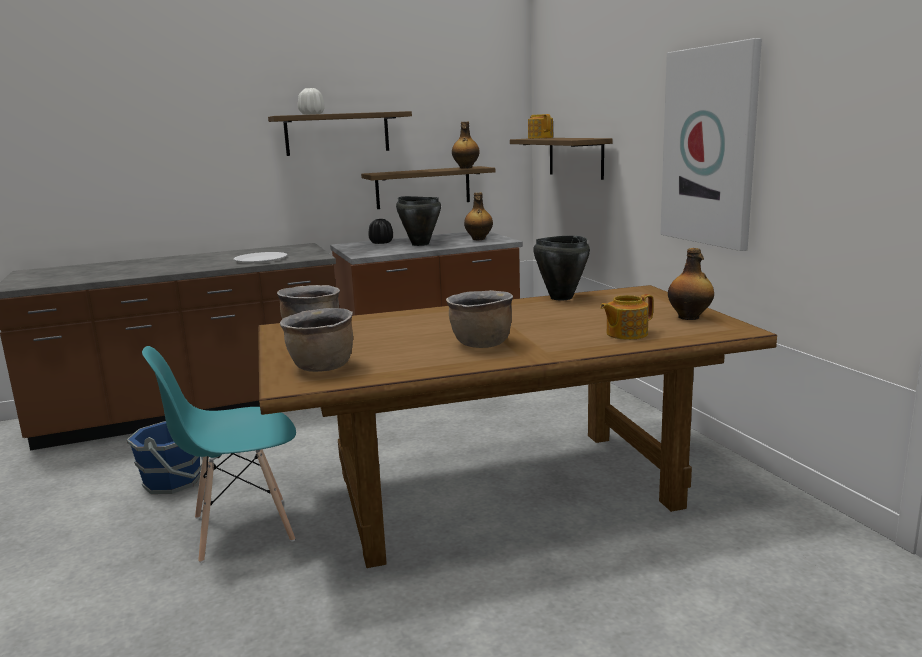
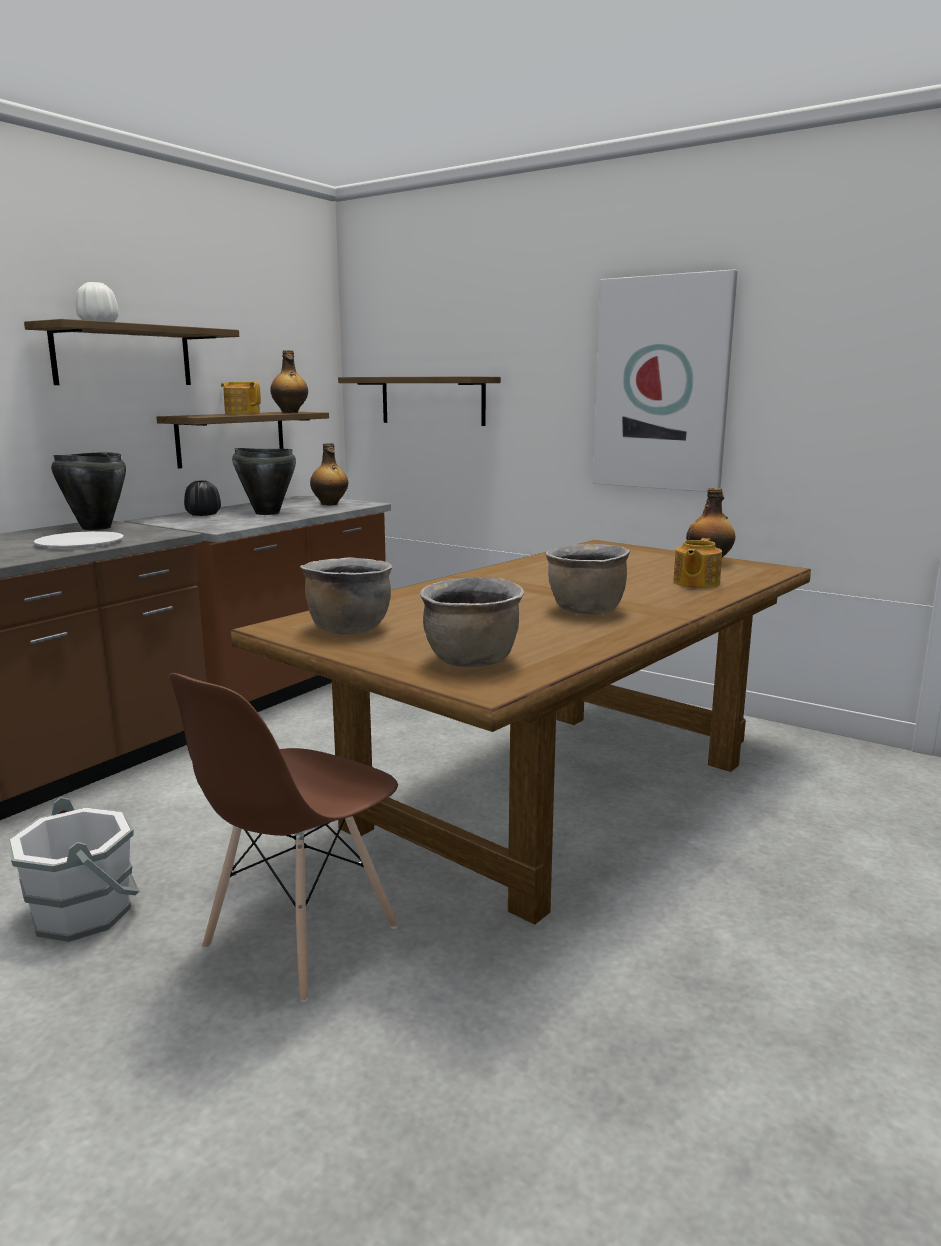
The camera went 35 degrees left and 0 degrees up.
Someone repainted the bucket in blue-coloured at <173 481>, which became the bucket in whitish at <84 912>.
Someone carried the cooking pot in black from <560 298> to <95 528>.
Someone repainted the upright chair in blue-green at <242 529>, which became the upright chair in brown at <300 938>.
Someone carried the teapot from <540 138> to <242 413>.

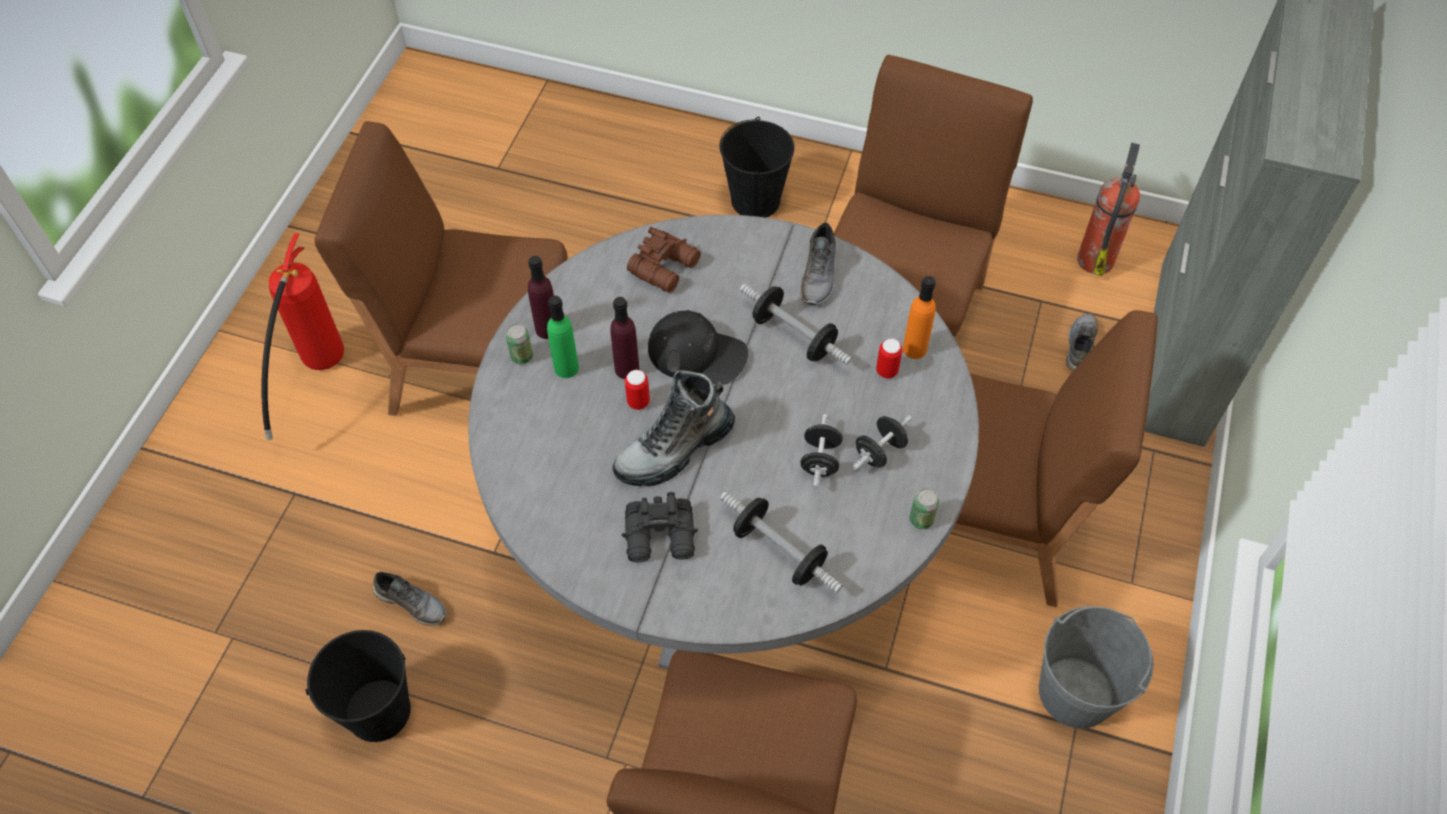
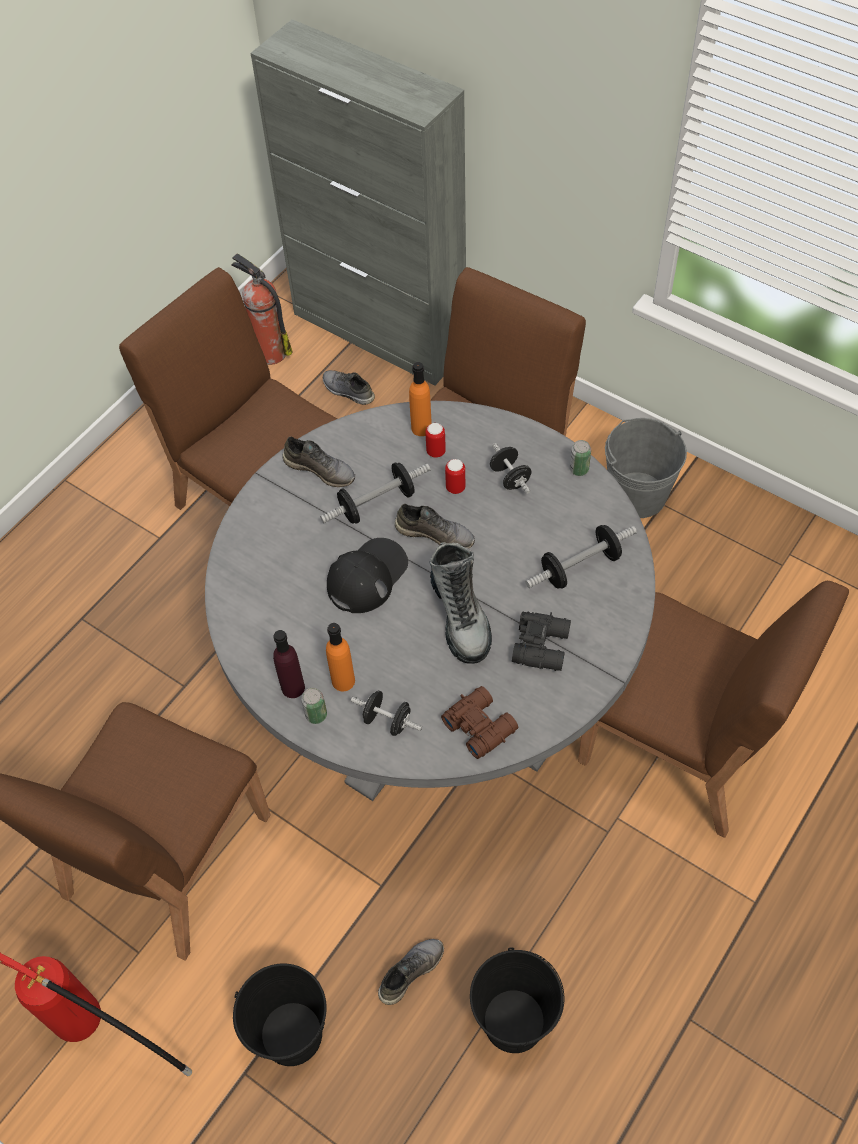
The camera went 70 degrees left and 0 degrees up.
Someone carried the bucket in black from <756 200> to <292 1033>.
Someone repainted the beverage bottle in greenish at <566 368>, which became the beverage bottle in orangey at <343 681>.
Someone carried the free weight in black from <820 460> to <387 721>.
Someone put down the shoe in gray at <435 534>.
Someone carried the field glasses in brown from <666 267> to <480 725>.
Someone carried the metal can from <638 402> to <455 488>.
Someone took away the beverage bottle in purplish at <627 369>.

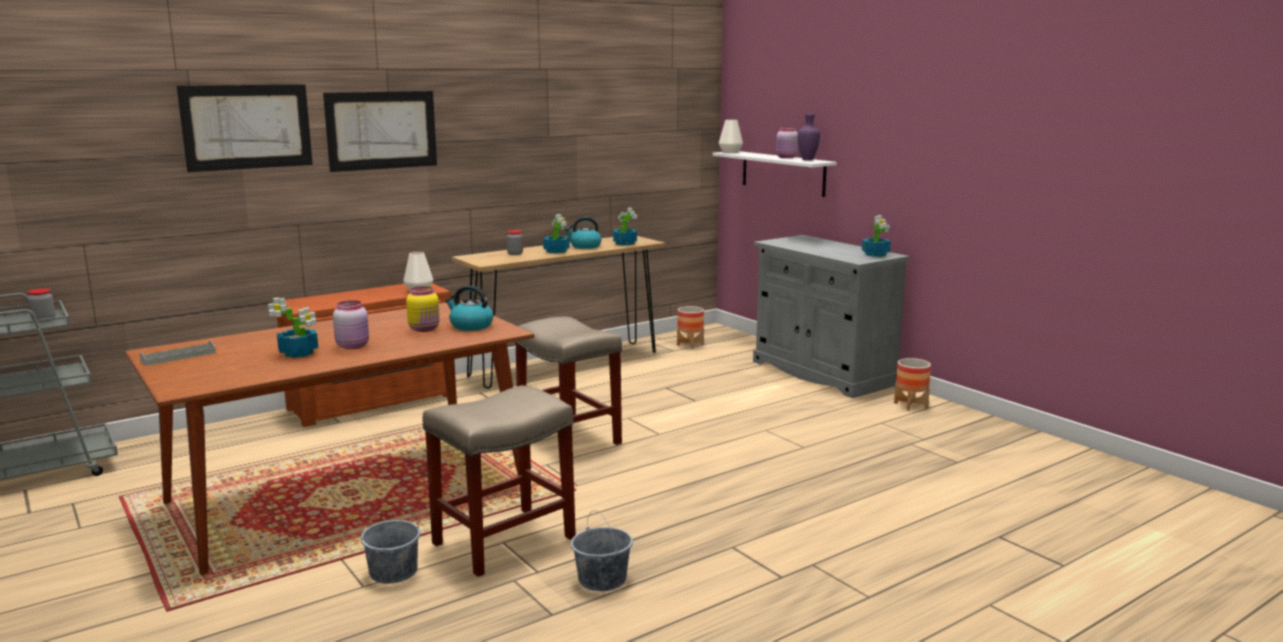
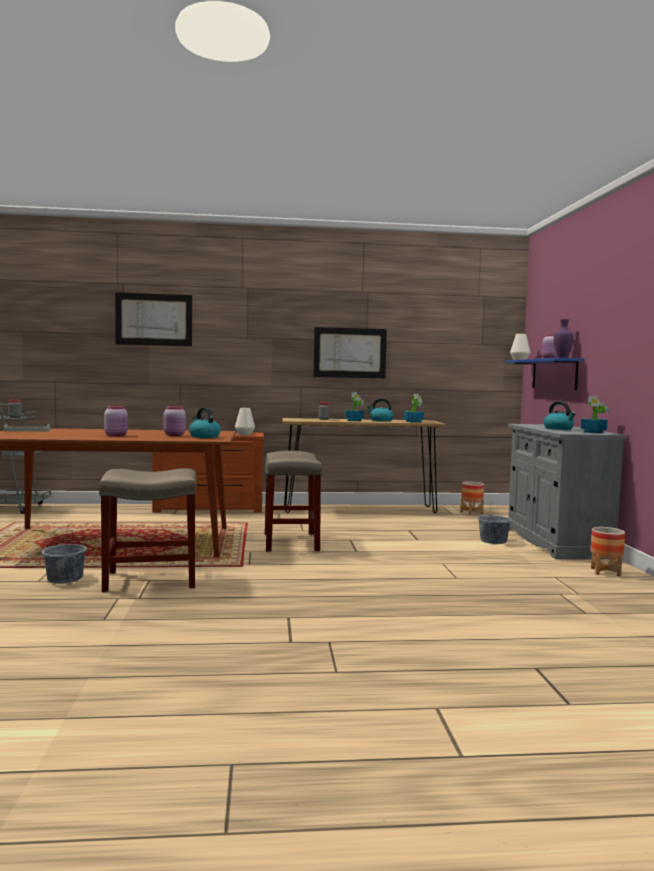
The camera went 30 degrees right and 10 degrees down.
Someone repainted the storage jar in yellow at <425 329>, which became the storage jar in pink at <175 435>.
Someone carried the picture from <382 130> to <350 353>.
Someone carried the bucket in gray from <602 579> to <493 541>.
Someone repainted the bracket shelf in whitish at <783 173>, which became the bracket shelf in blue-coloured at <554 374>.
Someone put down the tea kettle at <559 429>.
Someone took away the houseplant at <299 353>.

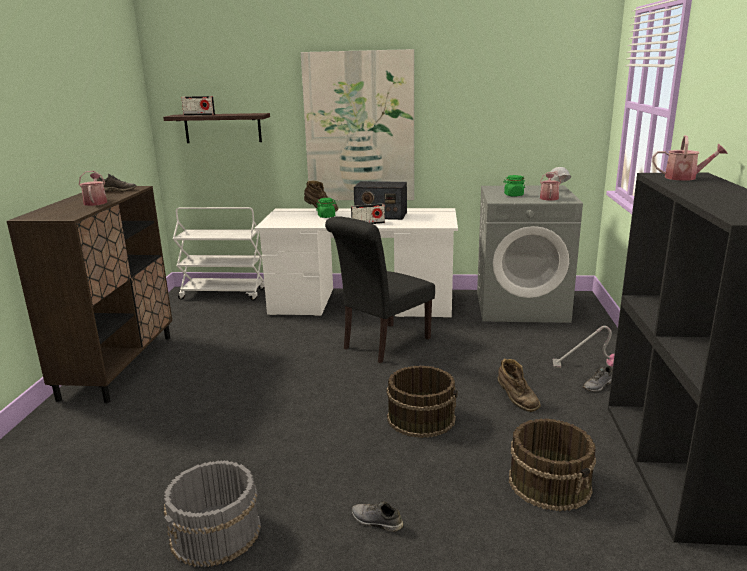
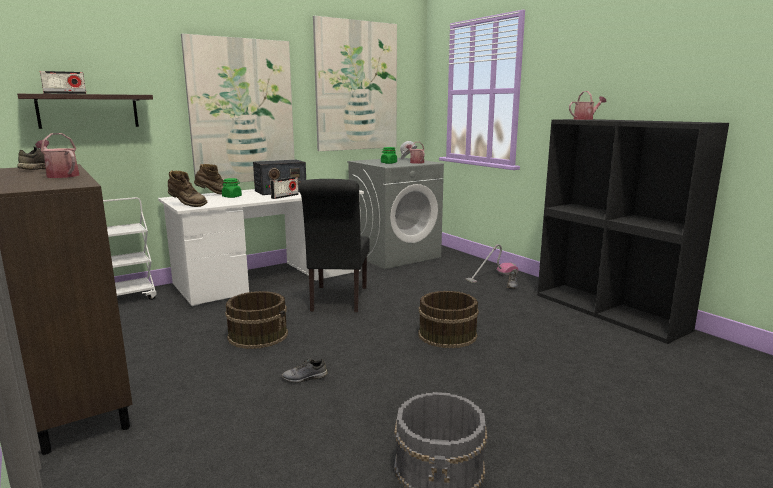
The camera went 40 degrees left and 5 degrees down.
Someone carried the high-top boot in brown from <516 401> to <187 205>.
Someone carried the bucket in brown from <550 483> to <258 335>.
Someone carried the shoe in gray from <376 522> to <304 378>.
Someone put up the picture at <356 86>.

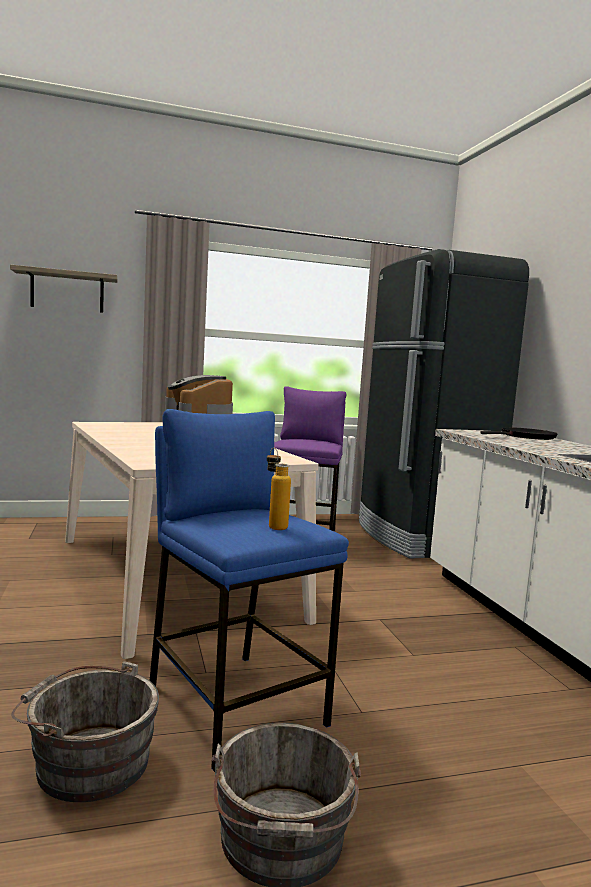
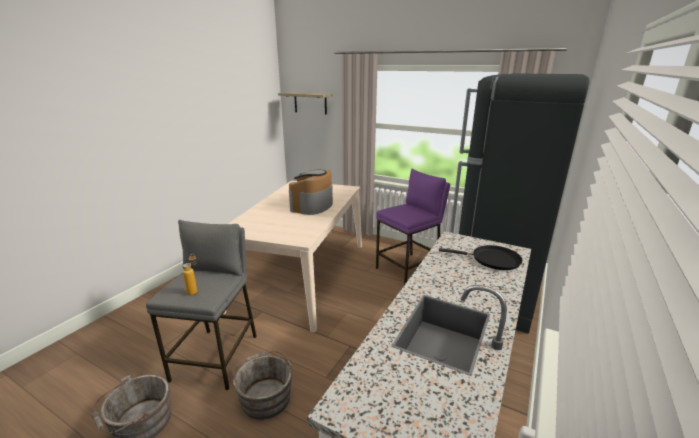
The camera went 45 degrees right and 15 degrees up.
Someone repainted the sitting stool in blue-coloured at <235 704>, which became the sitting stool in gray at <217 357>.
Someone carried the bucket in gray from <87 762> to <265 396>.

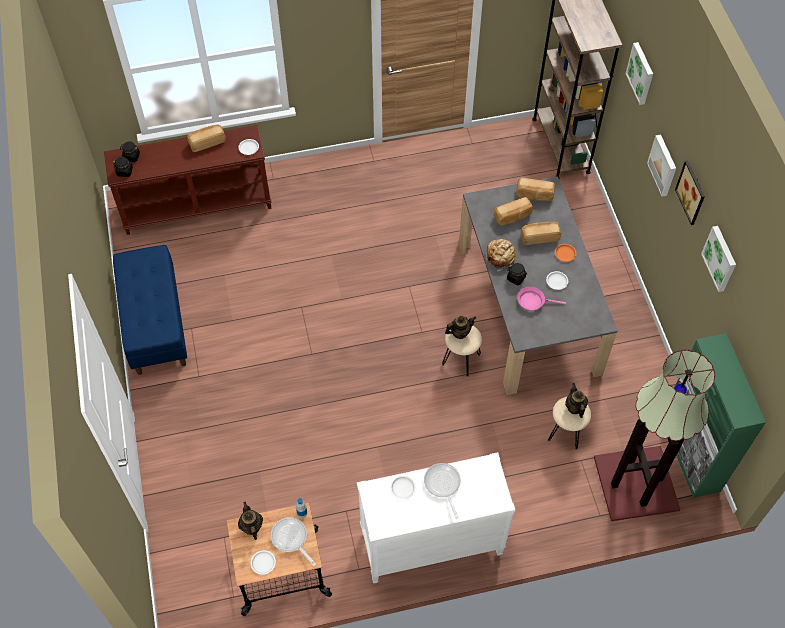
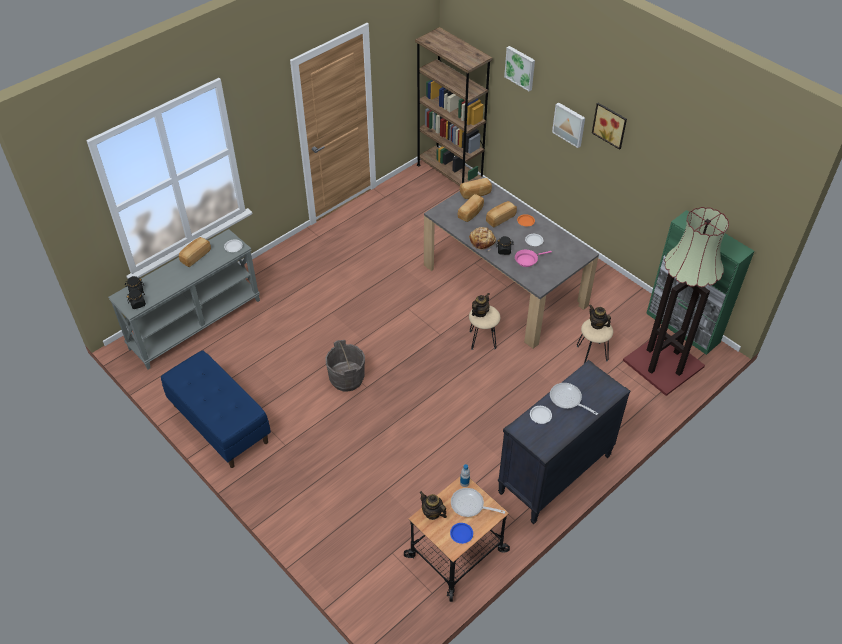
The camera went 30 degrees left and 10 degrees down.
Someone repainted the console table in brown at <197 205>, which became the console table in gray at <195 323>.
Someone put down the bucket in gray at <346 378>.
Someone repainted the flat dish in whitish at <263 563>, which became the flat dish in blue-coloured at <461 534>.
Someone repainted the chest of drawers in whitish at <430 544>, which became the chest of drawers in black at <554 475>.
Someone took away the picture at <720 258>.

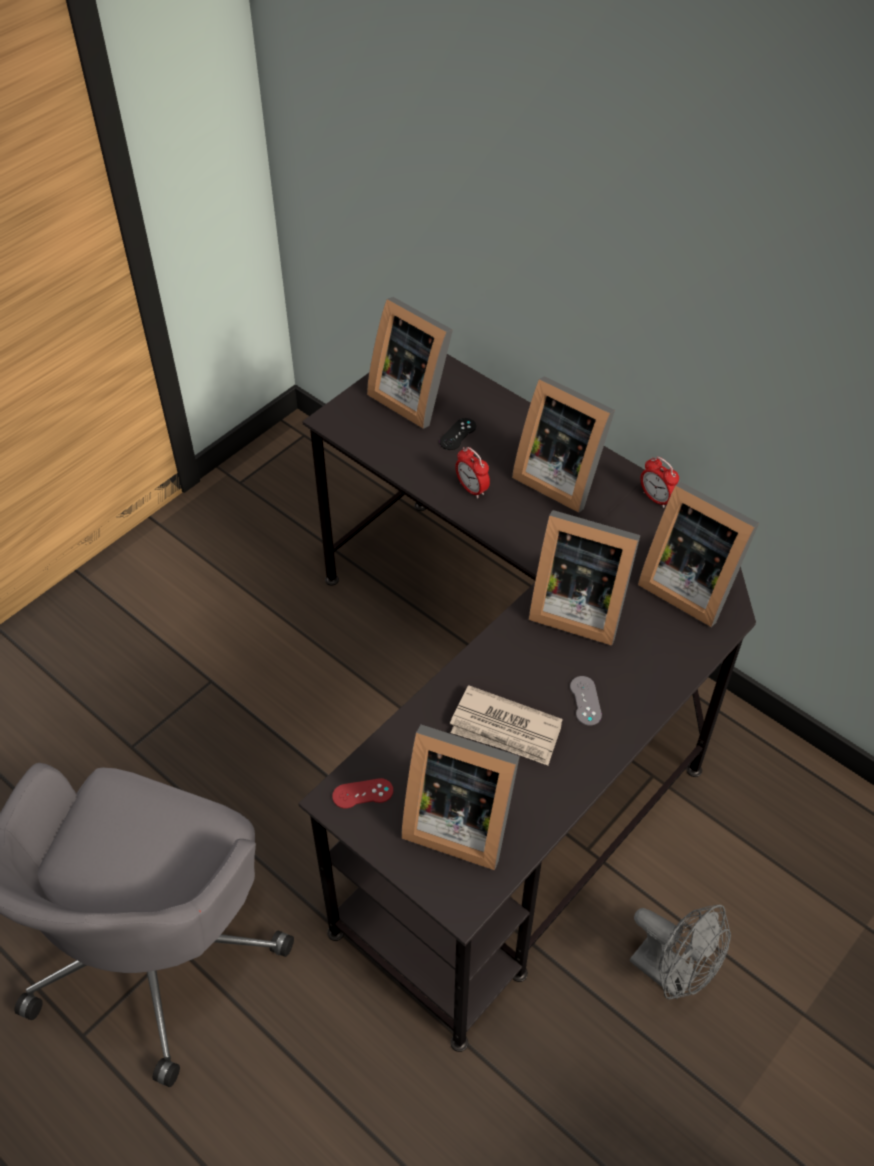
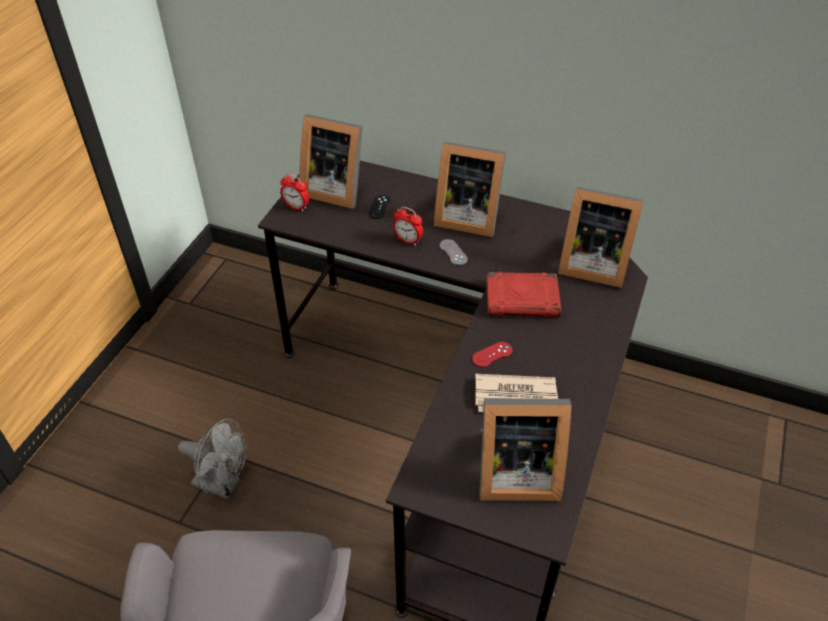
The camera went 20 degrees left and 5 degrees down.
Someone carried the electric fan in gray from <672 974> to <223 485>.
Someone carried the table clock from <656 498> to <296 207>.
Someone carried the gamepad in gray from <585 701> to <453 252>.
Someone carried the gamepad in red-coloured from <362 793> to <492 354>.
Someone swapped the standing frame at <577 606> for the book in red-coloured at <523 299>.

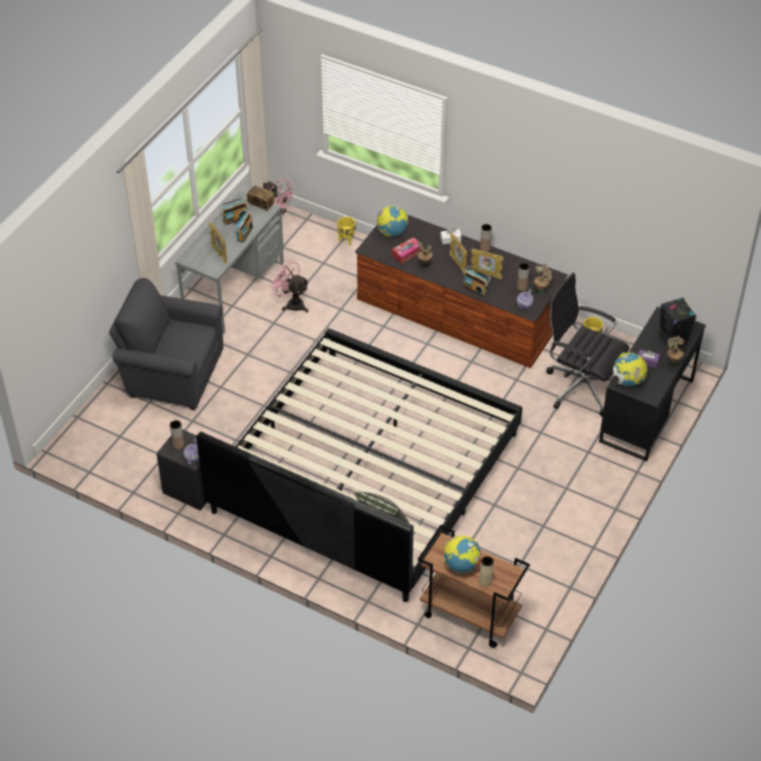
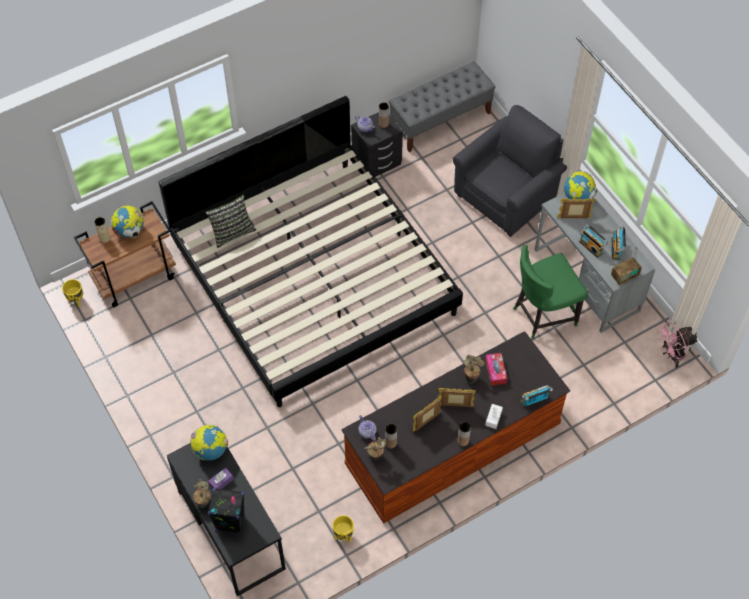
The camera went 120 degrees right and 10 degrees up.
Someone carried the planter in yellow from <346 240> to <76 301>.
Someone put down the indoor bench in gray at <440 120>.
Someone swapped the electric fan in pink at <292 303> for the upright chair in greenish at <542 315>.
Someone carried the radio from <476 289> to <534 400>.
Someone carried the desk globe from <392 233> to <577 197>.
Someone took away the office chair in black at <581 386>.

